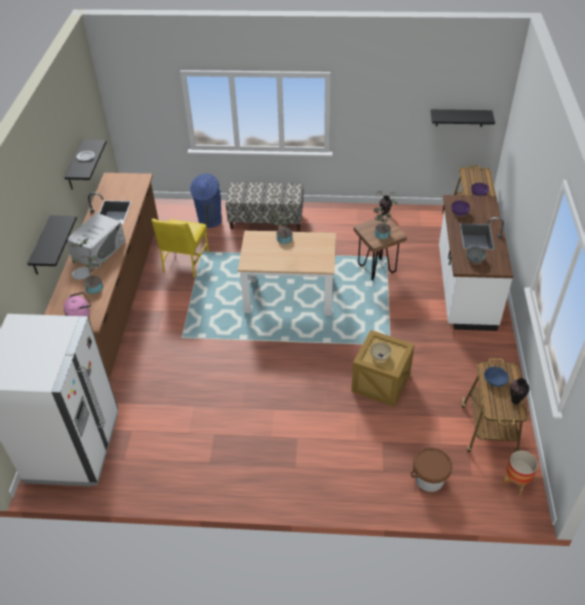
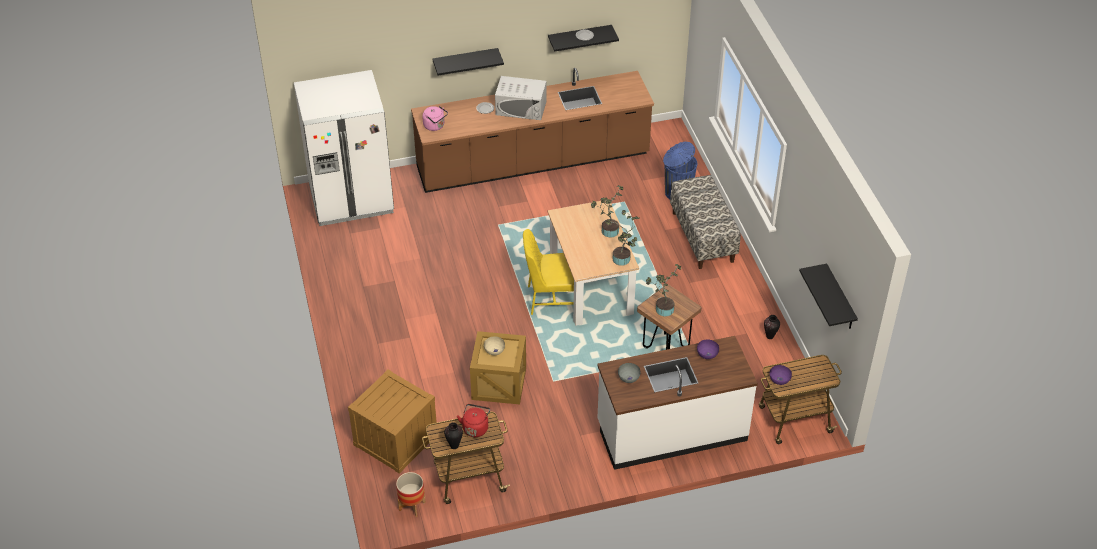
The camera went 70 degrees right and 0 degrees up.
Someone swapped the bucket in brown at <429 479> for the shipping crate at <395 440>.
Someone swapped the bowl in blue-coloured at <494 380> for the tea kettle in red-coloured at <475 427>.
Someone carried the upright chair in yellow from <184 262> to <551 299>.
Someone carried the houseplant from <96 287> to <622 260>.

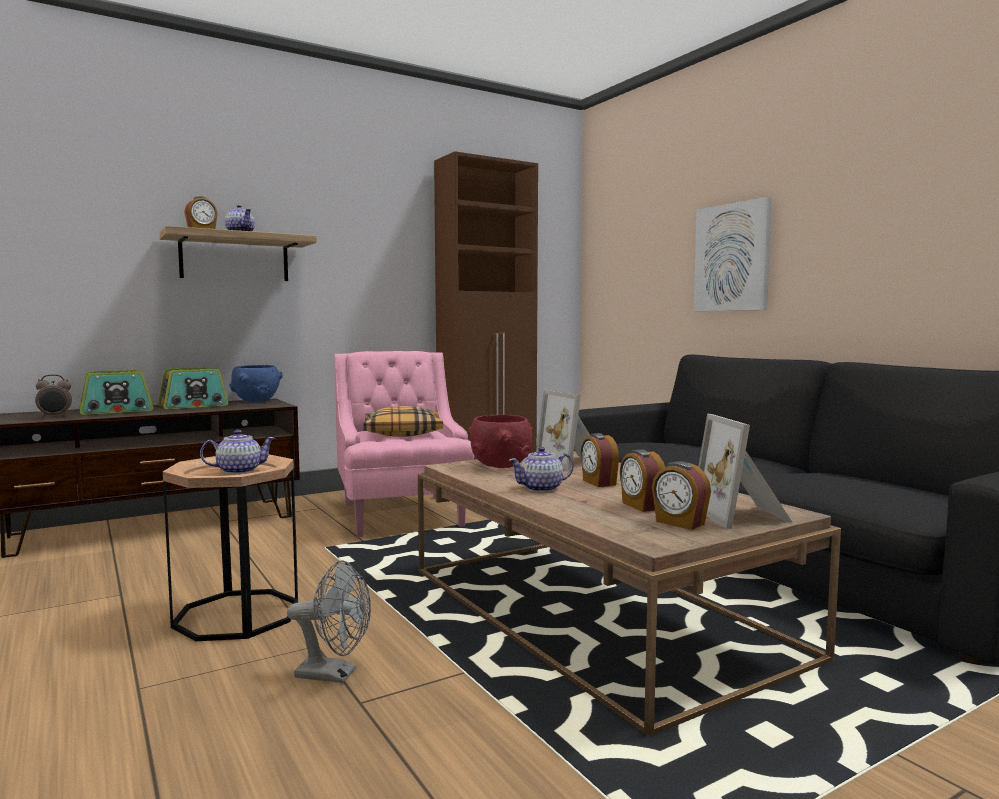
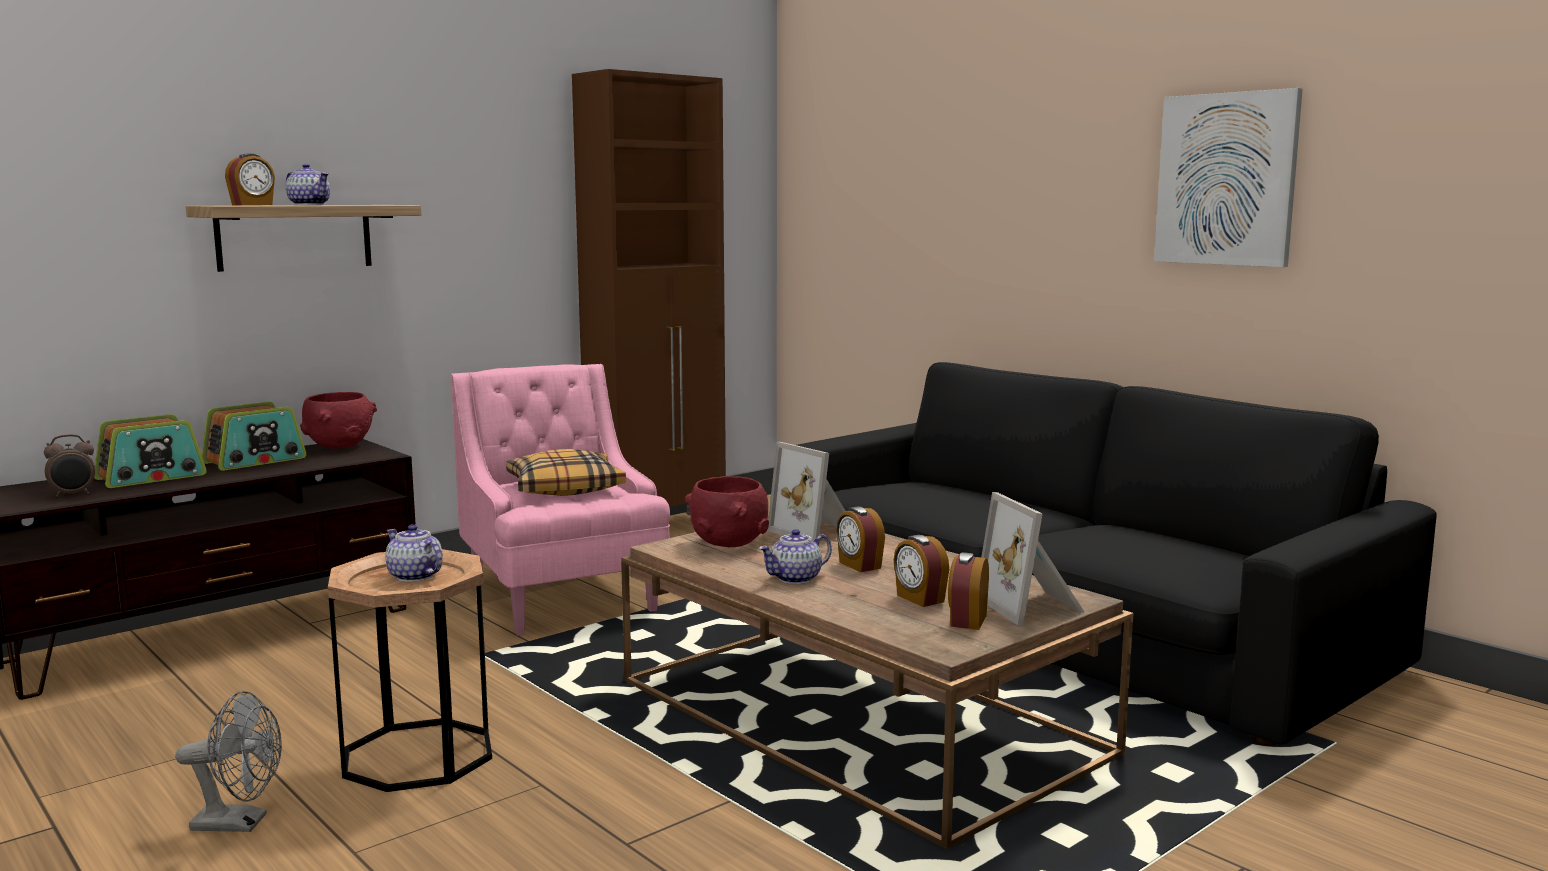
The camera went 10 degrees left and 5 degrees up.
Someone carried the electric fan in gray from <334 674> to <240 823>.
Someone repainted the bowl in blue-coloured at <256 401>, which became the bowl in red-coloured at <339 446>.
Someone rotated the teapot at <238 471> by 105 degrees counterclockwise.
Someone rotated the table clock at <679 523> by 75 degrees clockwise.
Someone carried the picture from <732 257> to <1226 179>.

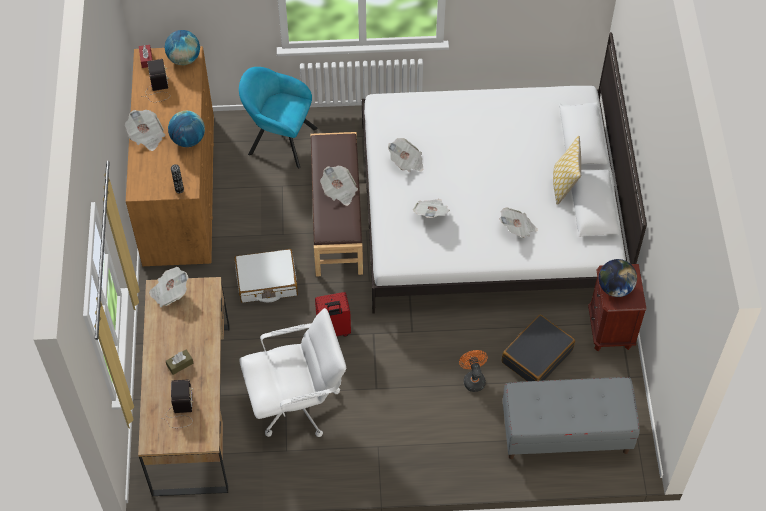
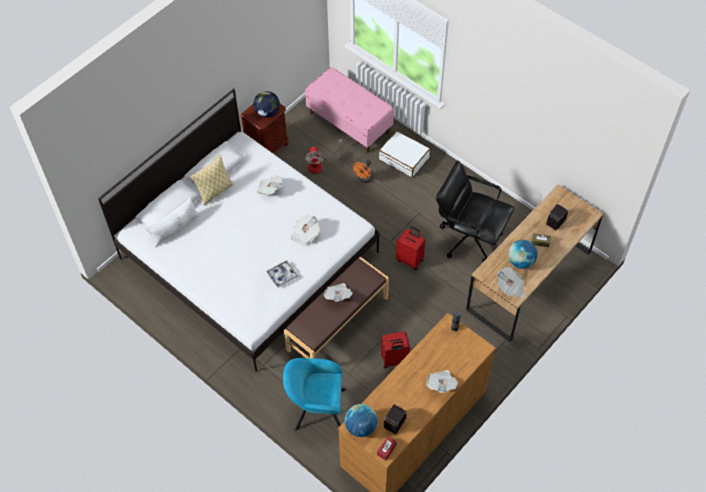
The camera went 135 degrees left and 0 degrees up.
Someone put down the pillow in whitish at <175 229>.
Someone swapped the newspaper at <406 162> for the serving tray at <282 276>.
Someone rotated the lounge chair in blue-green at <279 140> by 120 degrees clockwise.
Someone repainted the indoor bench in gray at <565 433>, which became the indoor bench in pink at <349 123>.
Someone swapped the travel case in black at <536 356> for the electric fan at <319 164>.
Someone carried the travel case in whitish from <267 281> to <404 158>.
Someone put down the travel case in red-coloured at <394 360>.
Someone repainted the office chair in whitish at <297 404>, which became the office chair in black at <469 237>.
Someone carried the desk globe from <188 140> to <520 261>.

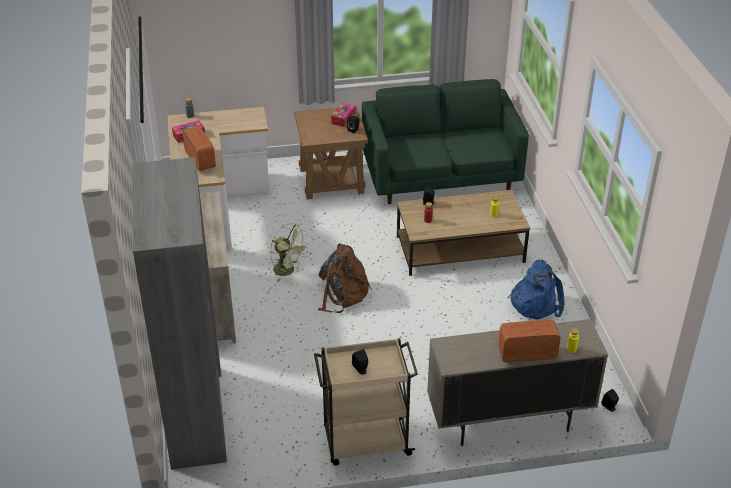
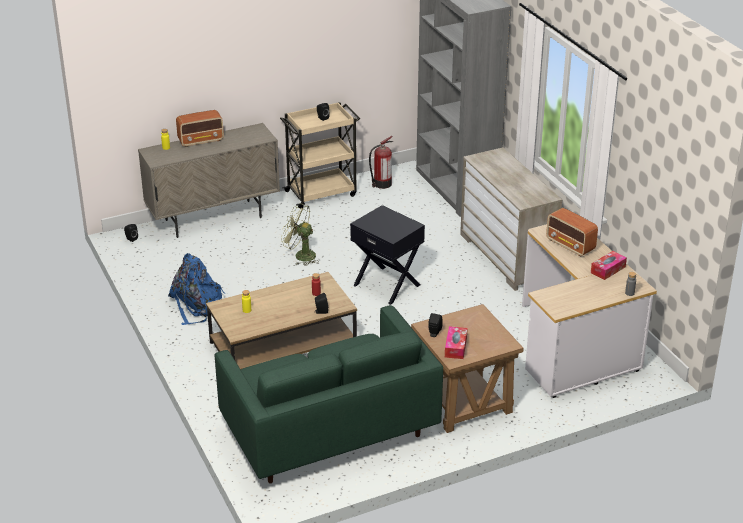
The camera went 165 degrees right and 5 degrees down.
Someone carried the electric fan in greenish from <288 271> to <300 255>.
Someone swapped the knapsack in brown at <342 293> for the end table in black at <387 284>.
Someone put down the extinguisher at <381 184>.

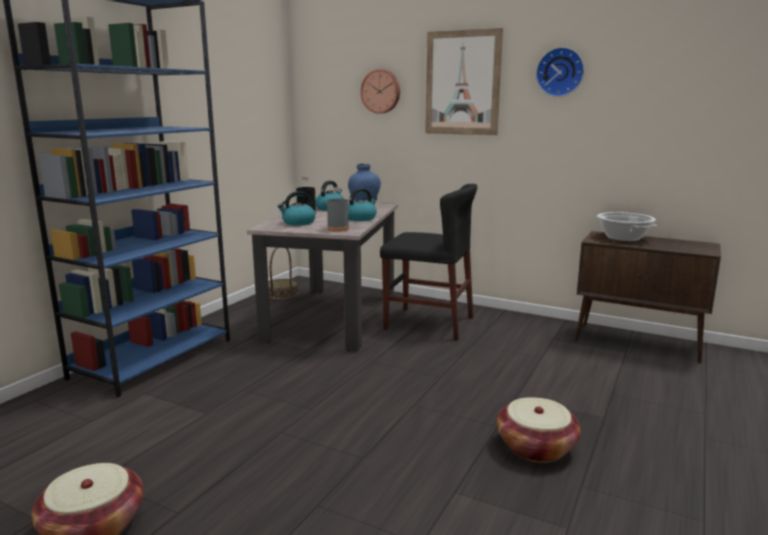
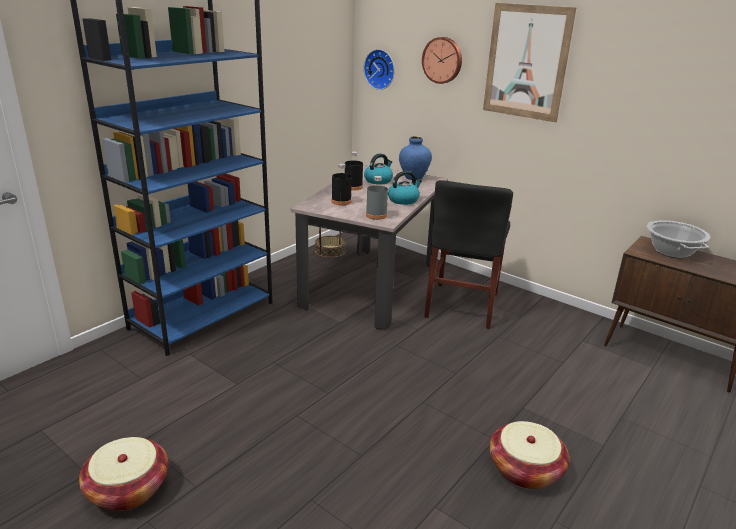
The camera went 10 degrees right and 10 degrees up.
Someone swapped the tea kettle at <298 223> for the beverage bottle in black at <341 201>.
Someone carried the hanging clock from <560 72> to <380 69>.
Someone rotated the upright chair in black at <429 323> by 75 degrees clockwise.

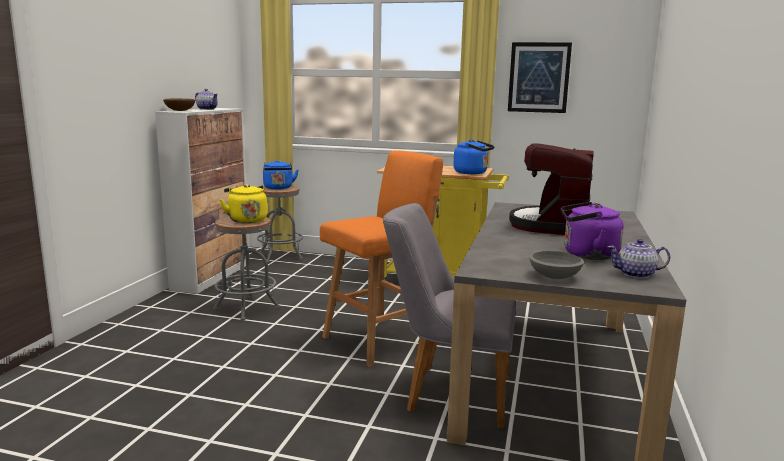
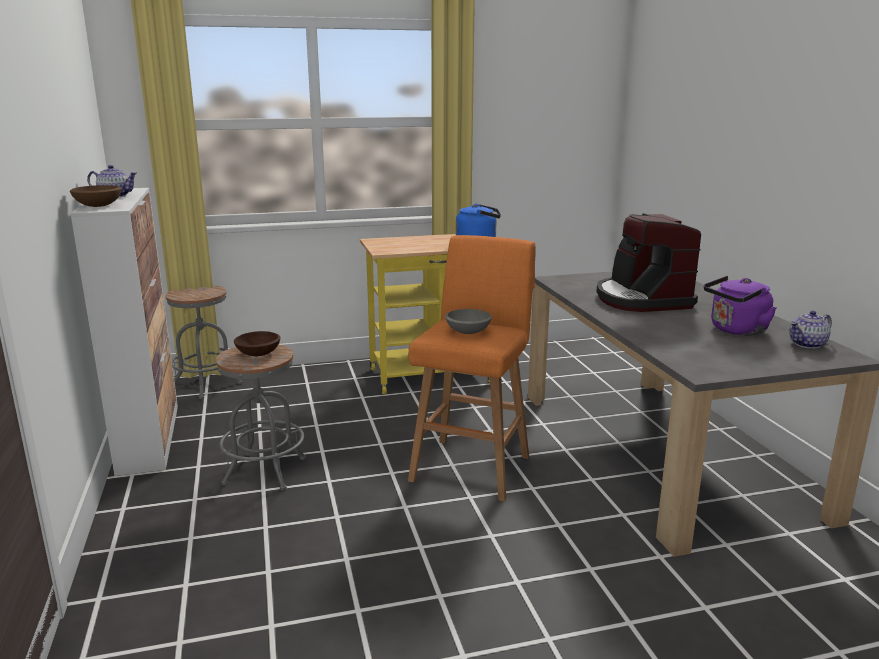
The camera went 30 degrees left and 5 degrees up.
Someone swapped the tea kettle in yellow at <246 220> for the bowl in brown at <258 353>.
Someone carried the bowl in gray from <555 276> to <469 331>.
Someone took away the tea kettle in blue-coloured at <278 188>.
Someone took away the upright chair in gray at <448 392>.
Someone took away the picture at <539 77>.

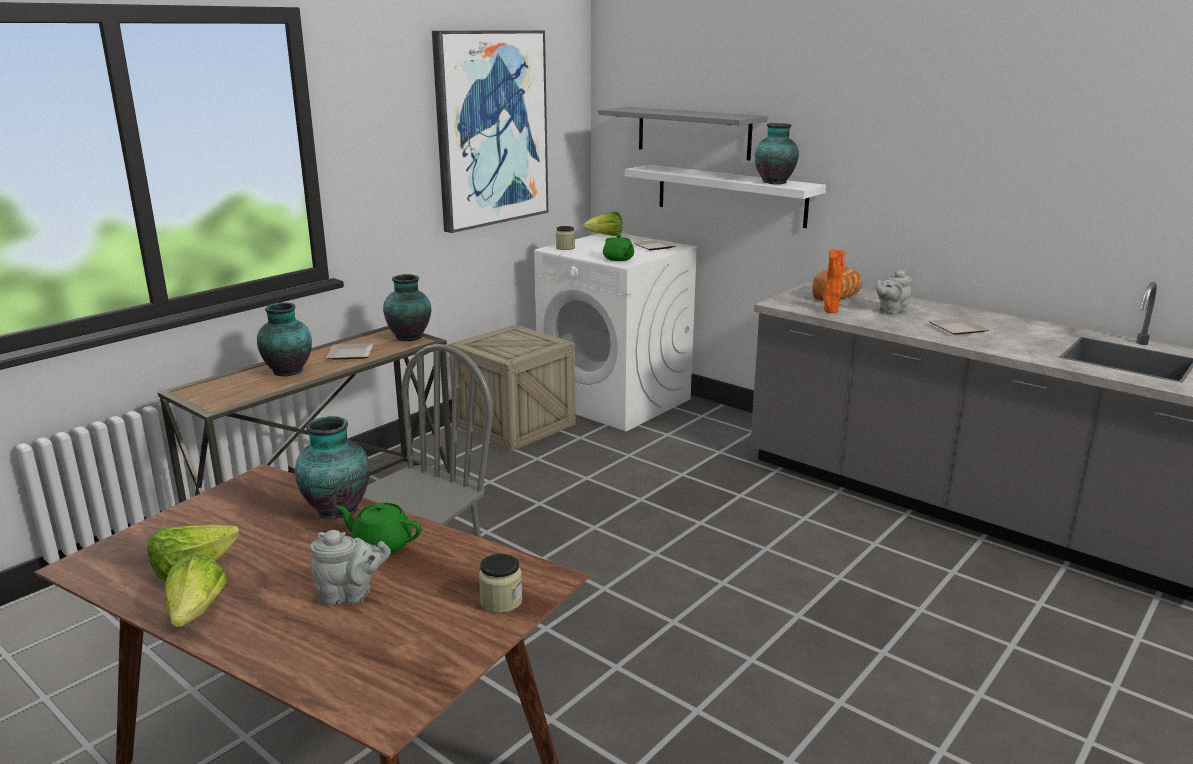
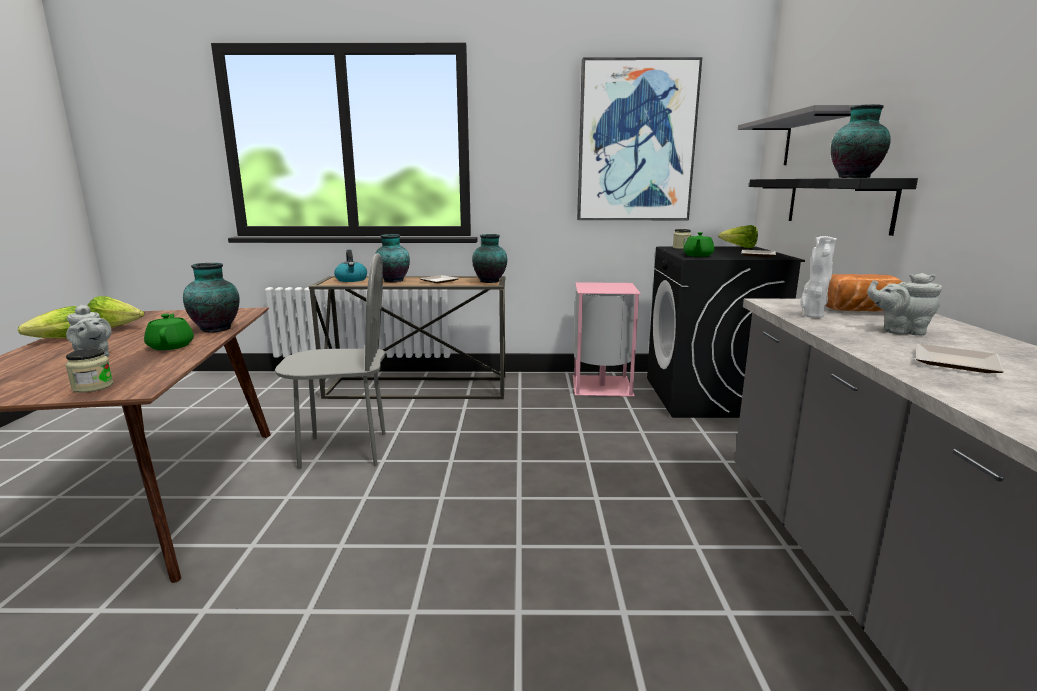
The camera went 50 degrees right and 5 degrees down.
Someone put down the tea kettle at <351 280>.
Someone swapped the shipping crate at <514 425> for the waste bin in pink at <603 385>.
Someone repainted the laundry machine in whitish at <615 400>, which became the laundry machine in black at <708 397>.
Someone repainted the bracket shelf in whitish at <730 195>, which became the bracket shelf in black at <836 203>.
Someone repainted the flower vase in orangey at <830 311>, which became the flower vase in whitish at <811 316>.

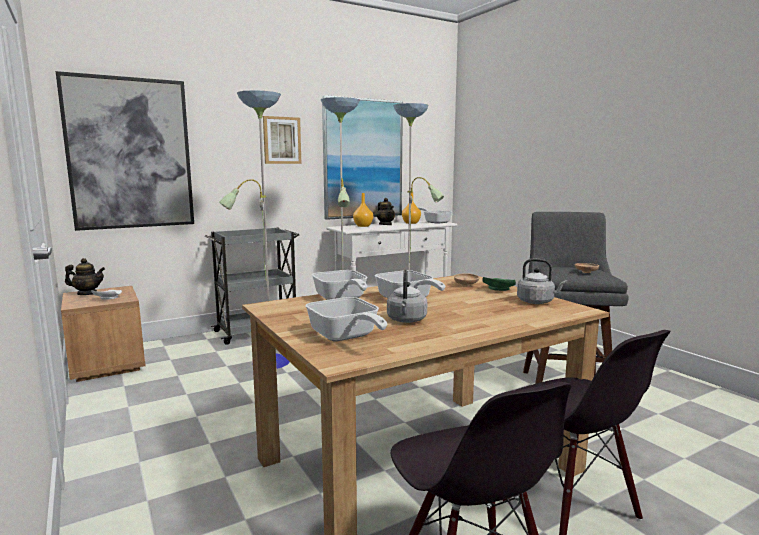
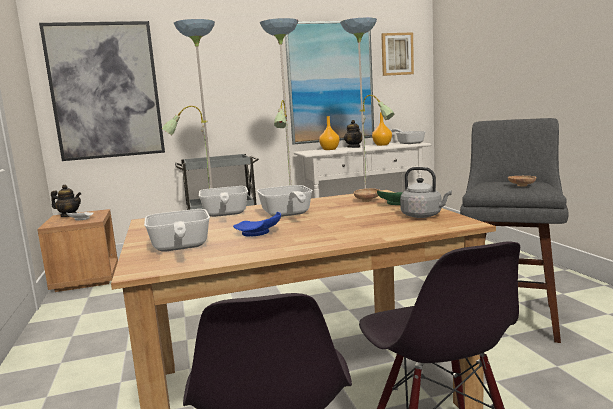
The camera went 15 degrees right and 0 degrees up.
Someone swapped the tea kettle in gray at <406 320> for the flat dish in blue-coloured at <259 233>.
Someone carried the picture from <282 140> to <397 54>.

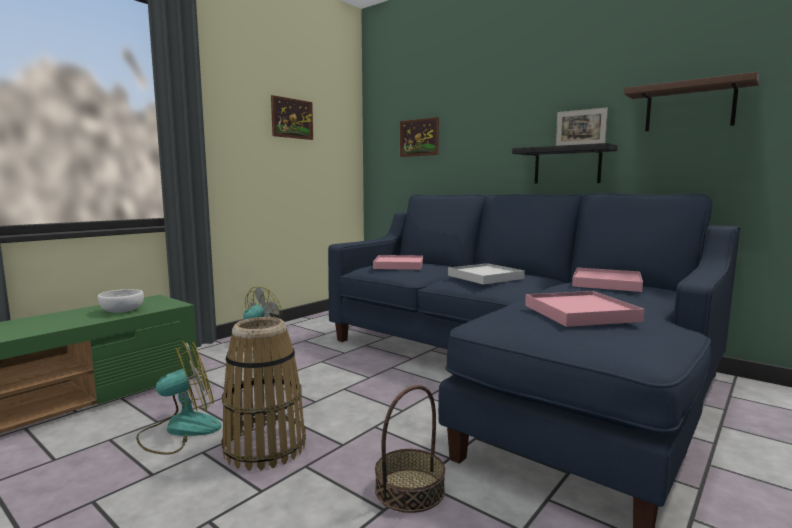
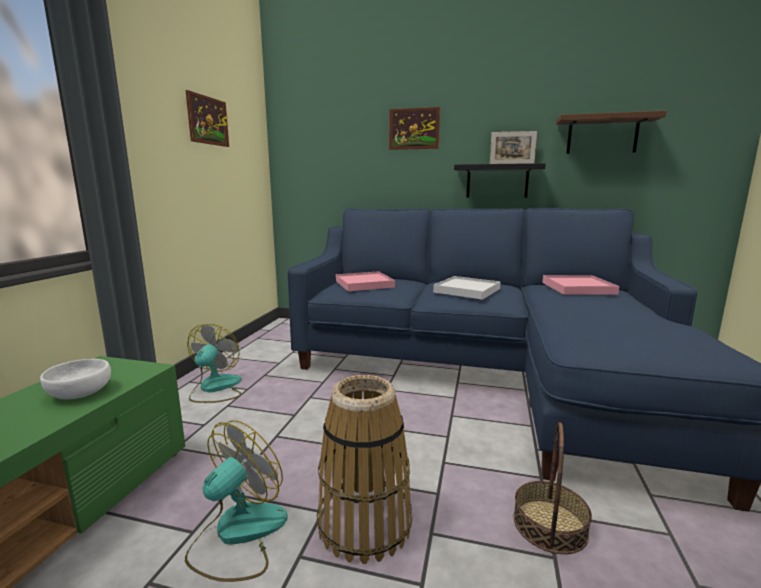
The camera went 25 degrees left and 5 degrees up.
Someone carried the picture from <419 137> to <414 129>.
Someone took away the serving tray in pink at <580 313>.

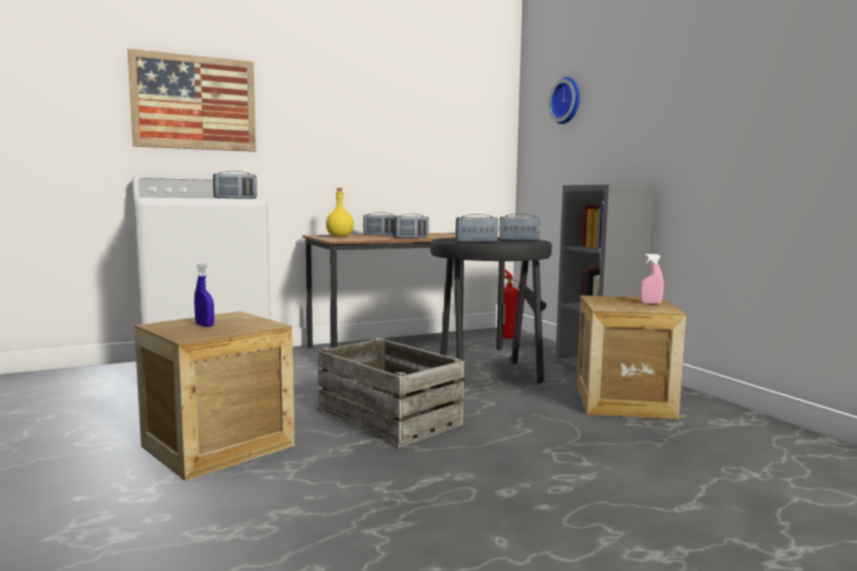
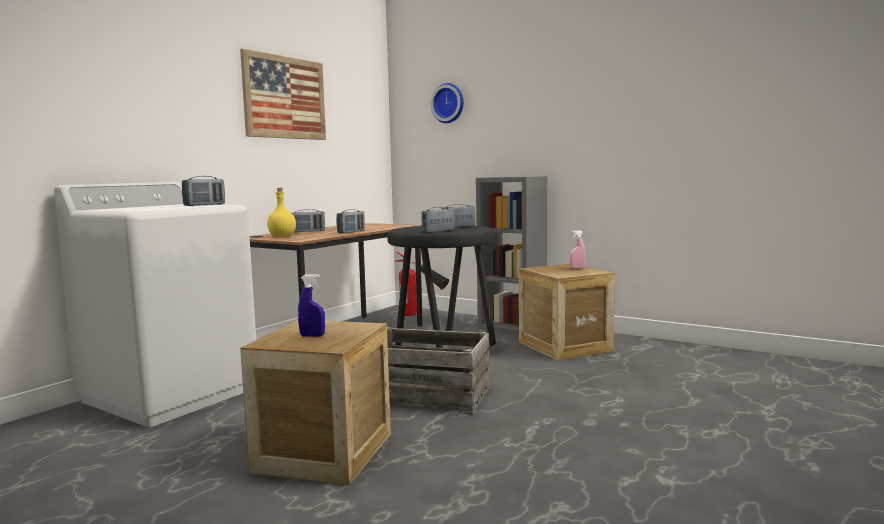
The camera went 30 degrees left and 0 degrees up.
Someone carried the picture from <194 103> to <285 98>.

